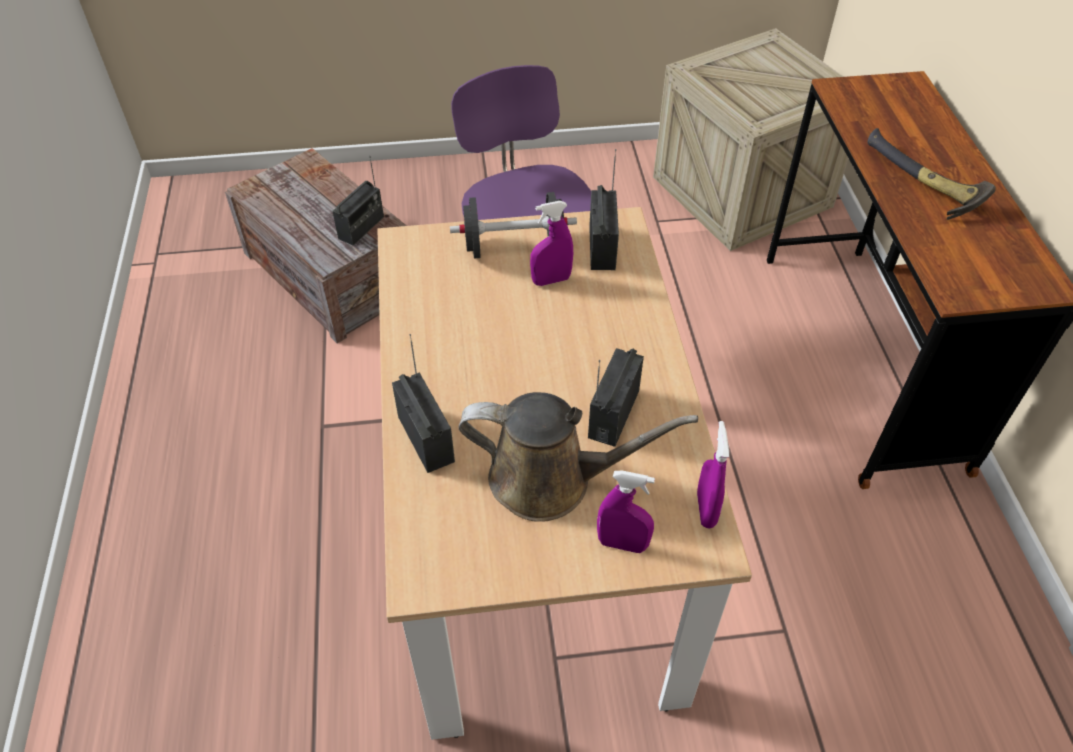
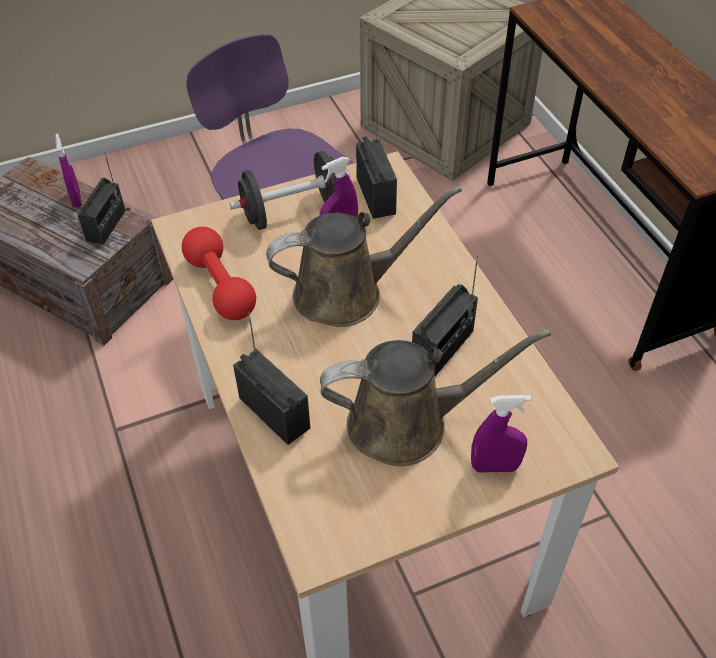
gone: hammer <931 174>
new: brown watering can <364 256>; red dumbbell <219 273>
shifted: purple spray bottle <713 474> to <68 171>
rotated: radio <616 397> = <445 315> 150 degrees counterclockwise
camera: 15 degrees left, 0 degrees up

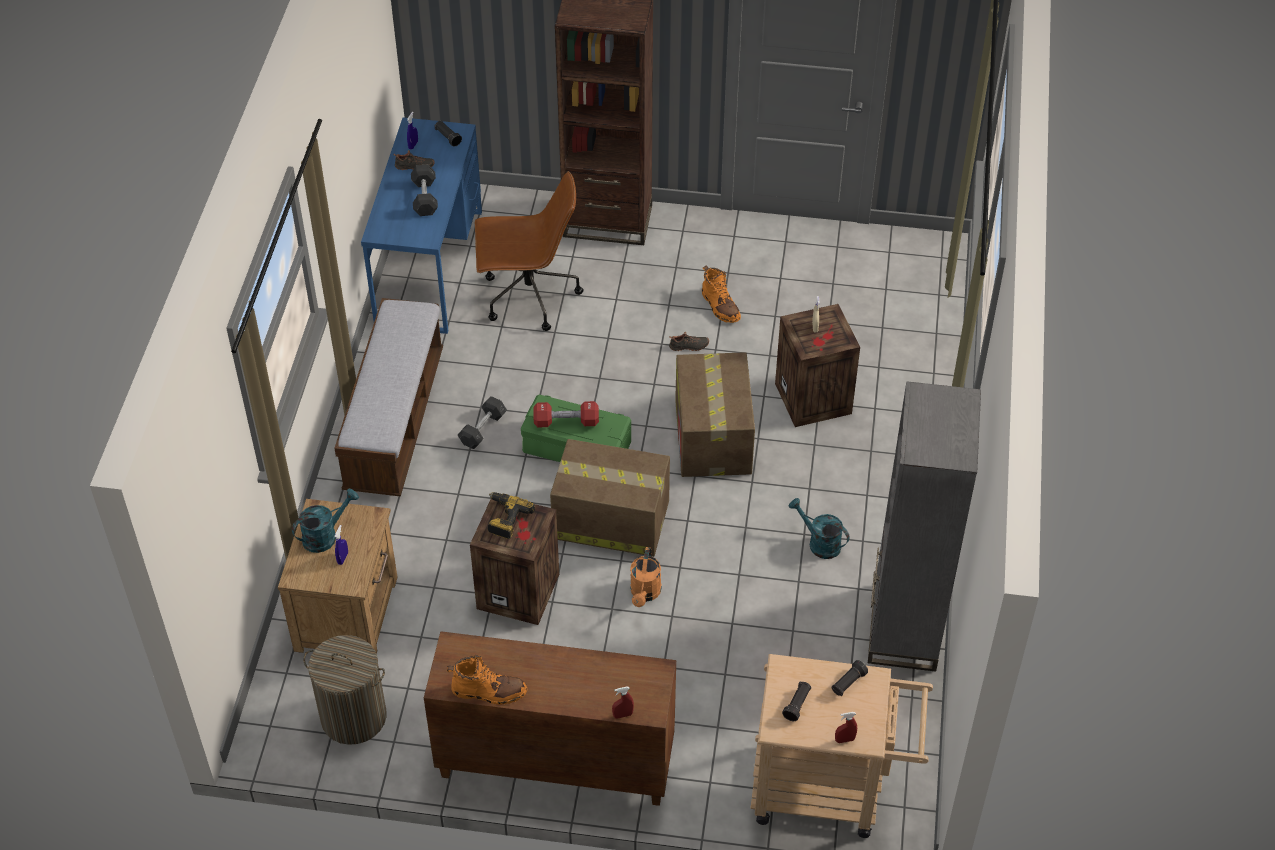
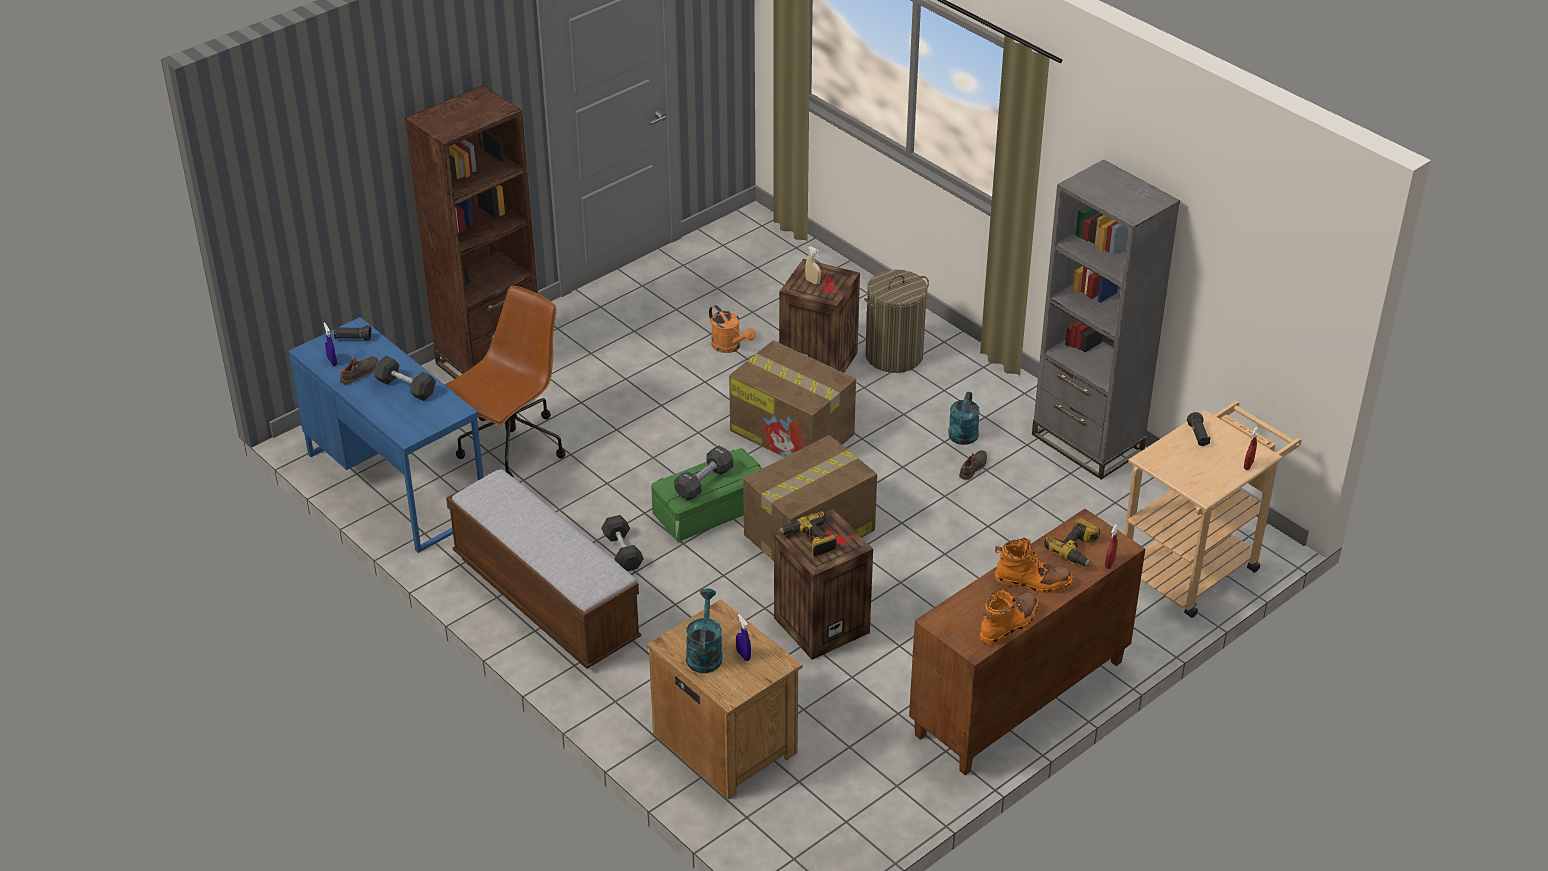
gone: black flashlight <796 701>
new: power drill <1072 542>
shifted: orange boot <721 294> to <1034 565>; black shoe <689 341> to <973 465>; orange watering can <646 577> to <732 329>; laundry basket <344 690> to <896 321>
repainted: red dumbbell <566 414> to black dumbbell <703 473>
rotated: turquoise watering can <819 528> = <964 418> 60 degrees counterclockwise
camera: 50 degrees left, 10 degrees down

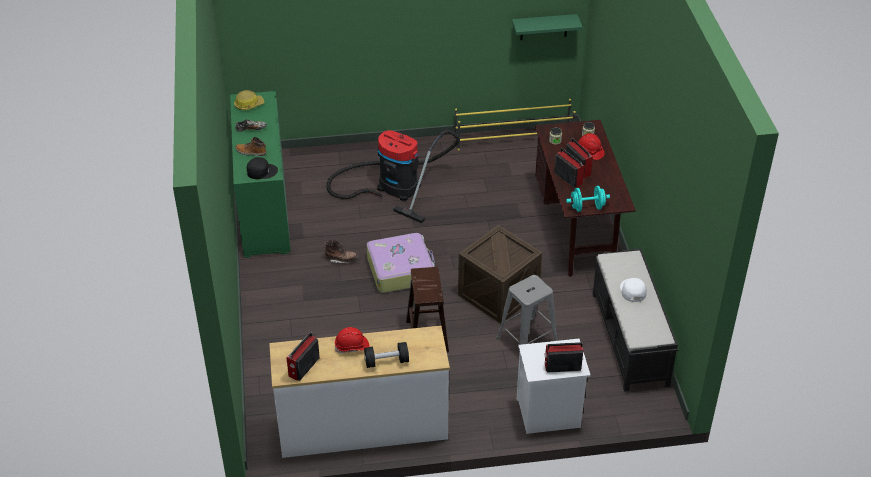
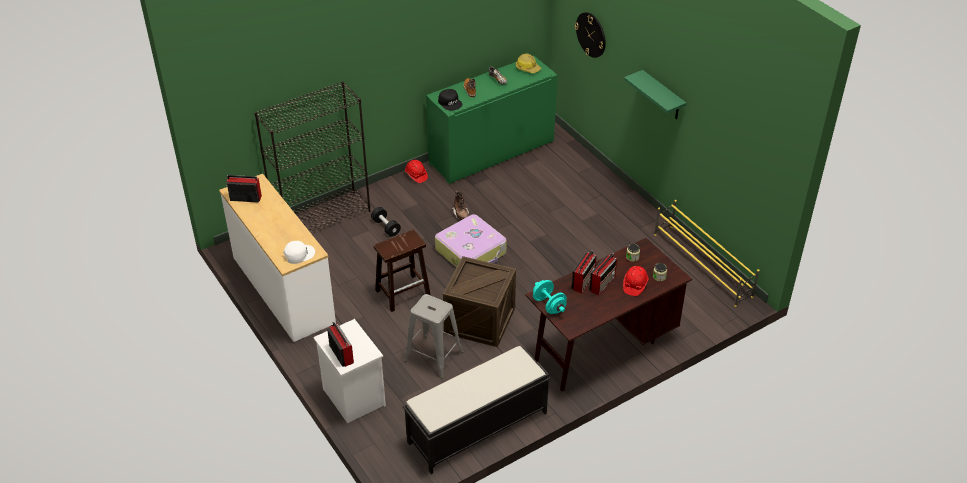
gone: vacuum cleaner <393 176>
new: wall clock <590 35>; black bookcase <313 156>
shifted: green shelf <547 27> to <655 94>; white cap <633 290> to <299 252>; red hard hat <352 340> to <416 171>; black dumbbell <386 355> to <386 222>
camera: 65 degrees right, 0 degrees up

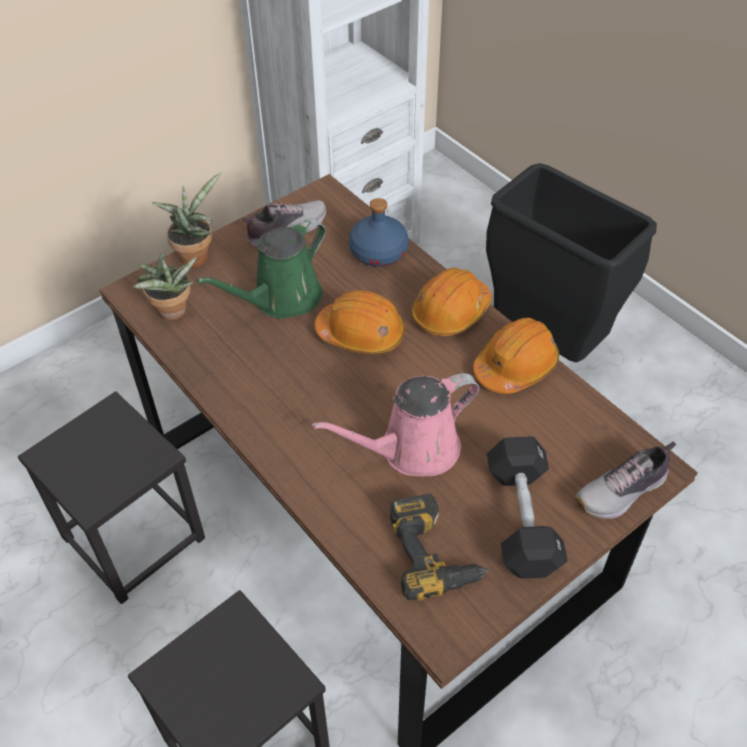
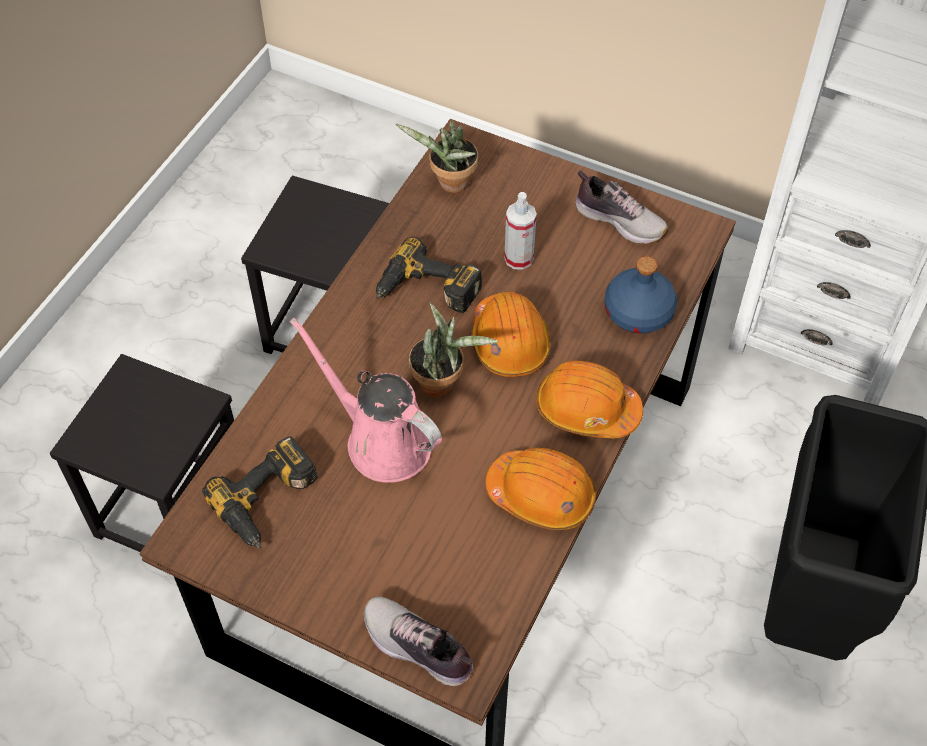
gone: black dumbbell <527 508>
new: power drill <429 274>
shifted: potted plant <187 220> to <453 350>
swapped: green watering can <261 269> to spray bottle <520 231>
camera: 65 degrees right, 5 degrees up

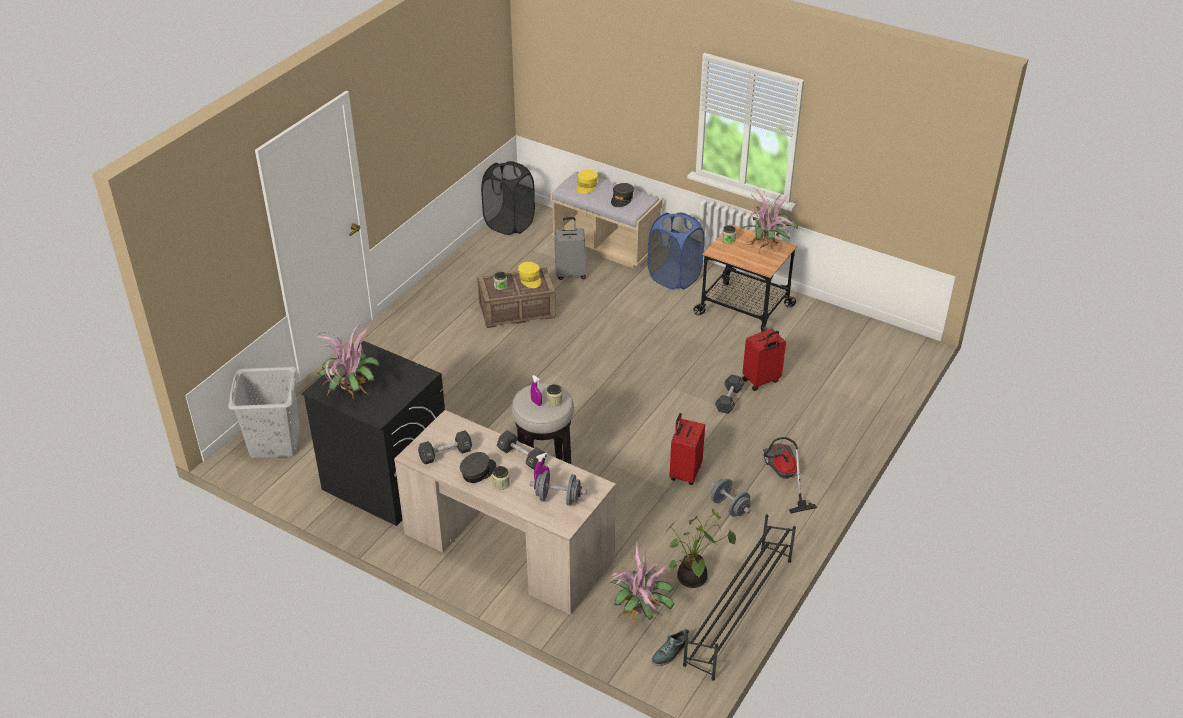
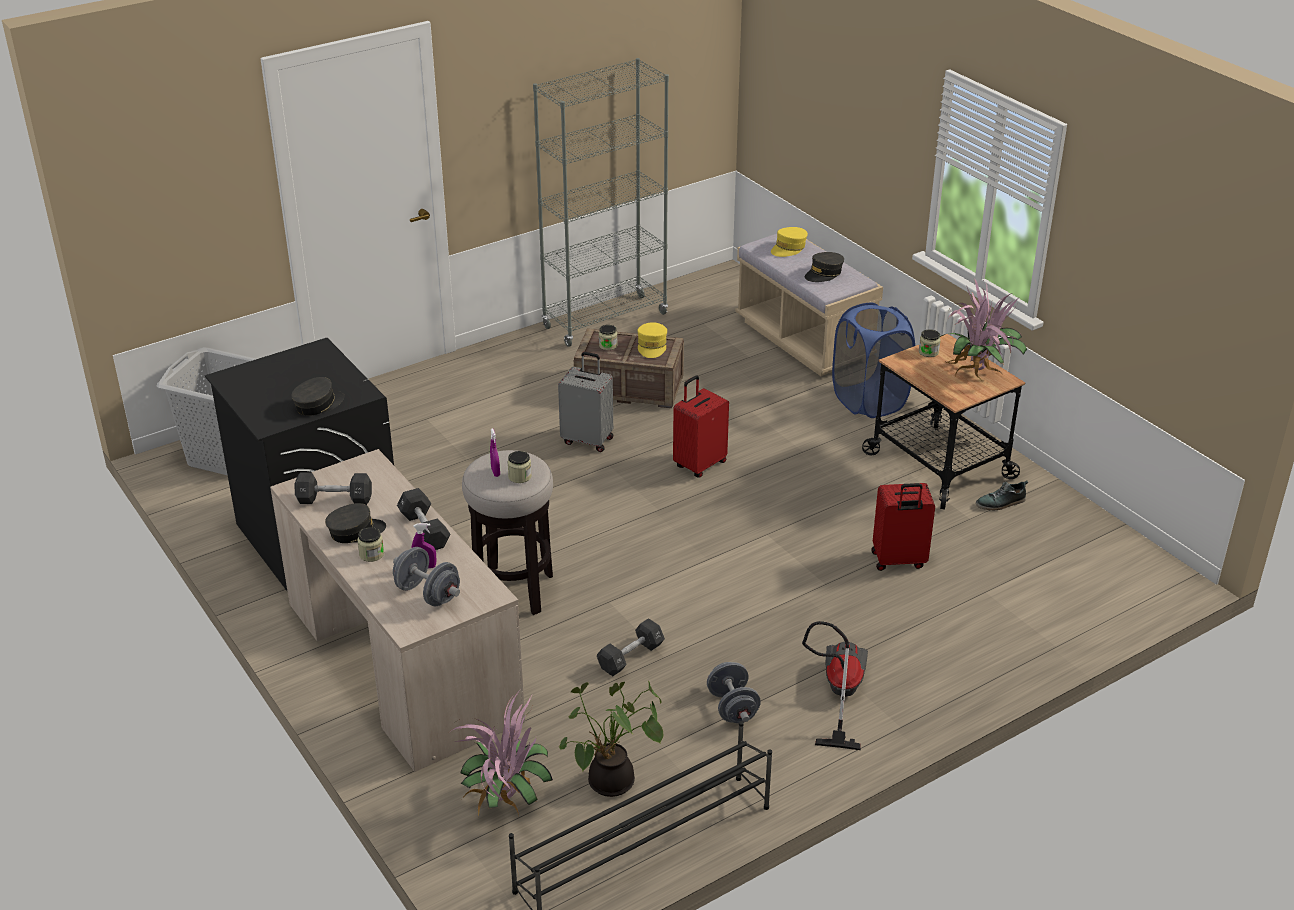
gone: black laundry basket <508 198>; potted plant <346 359>
new: grey bookcase <601 202>; grey cap <318 396>
shifted: grey suitcase <570 248> to <585 402>; black dumbbell <729 394> to <631 647>; red suitcase <687 449> to <701 427>; shoe <668 647> to <1002 495>
camera: 25 degrees right, 5 degrees down

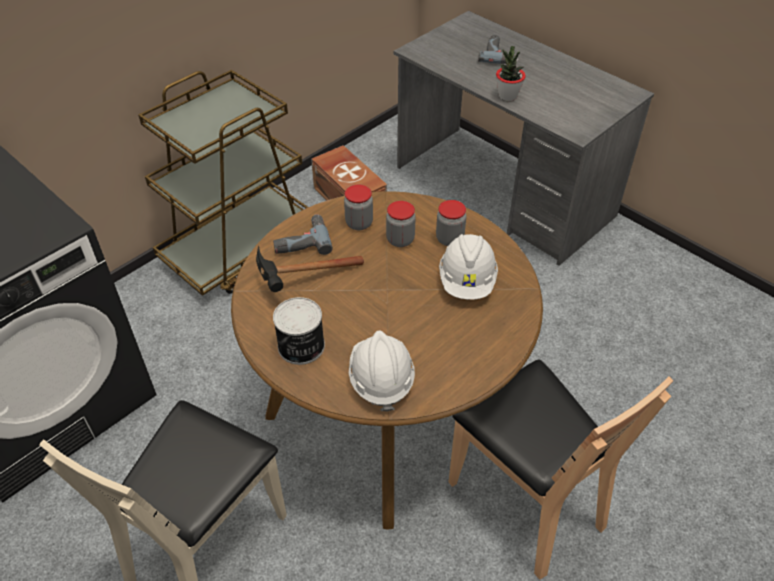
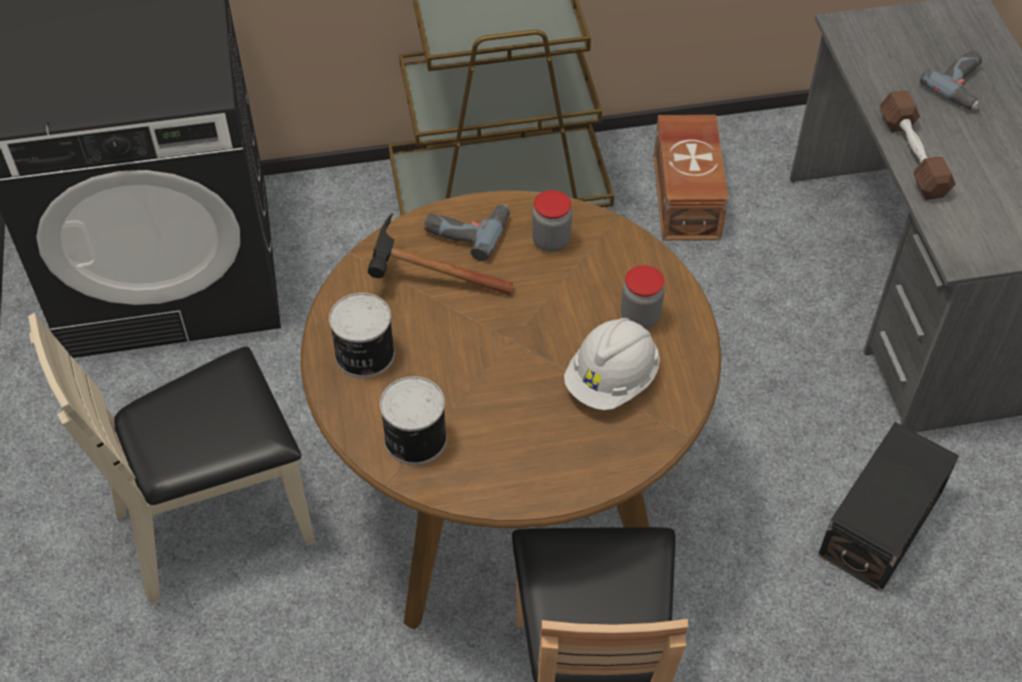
gone: jar <401 224>
new: black storage box <888 507>
swapped: potted plant <511 73> to brown dumbbell <917 145>; white hard hat <382 371> to can <413 420>
camera: 35 degrees right, 5 degrees up

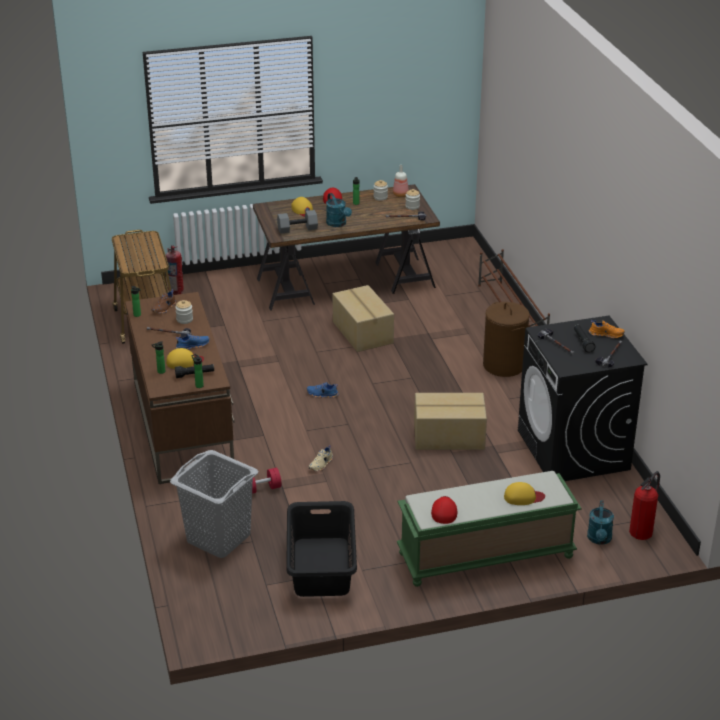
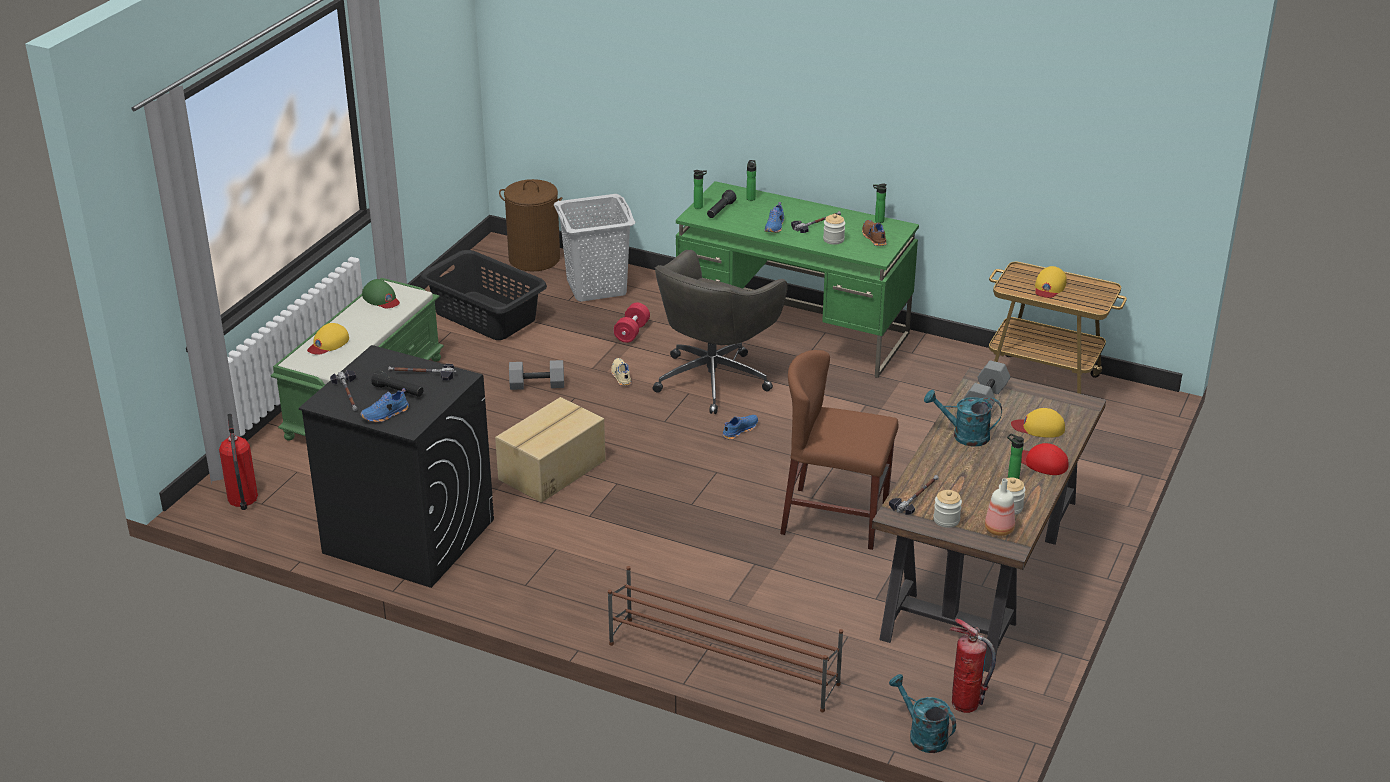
new: grey office chair <720 332>; grey dumbbell <536 375>
shifted: fire extinguisher <175 270> to <972 666>; brown laundry basket <506 339> to <530 225>; yellow cap <185 358> to <1051 282>; turquoise watering can <600 522> to <922 713>
swapped: cardboard box <363 318> to brown chair <839 450>
repainted: brown desk <179 388> to green desk <797 279>; orange shoe <607 329> to blue shoe <384 405>; red cap <444 510> to green cap <381 293>
camera: 130 degrees right, 0 degrees up

